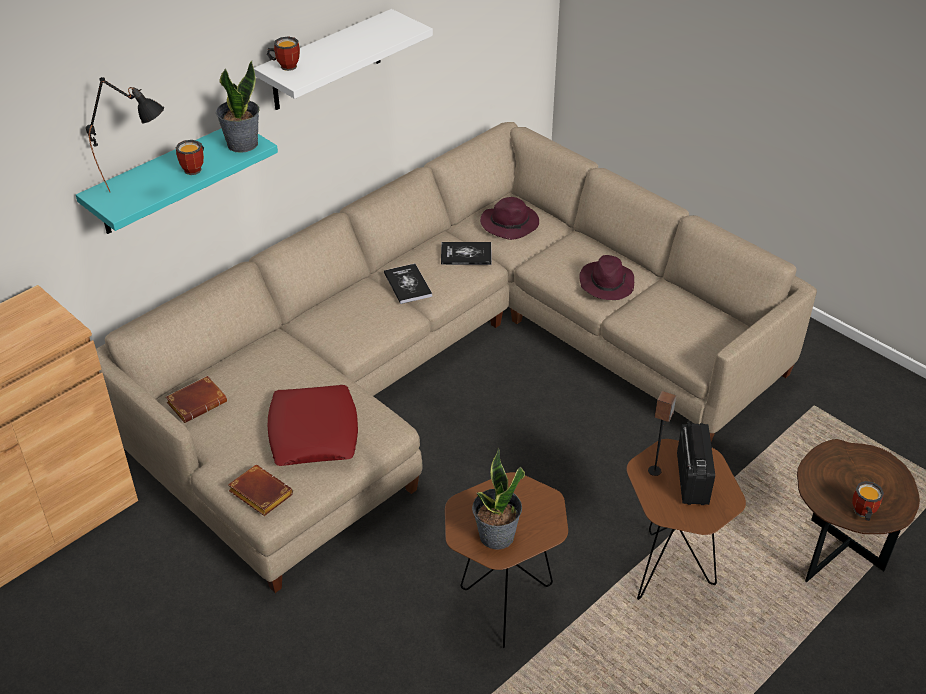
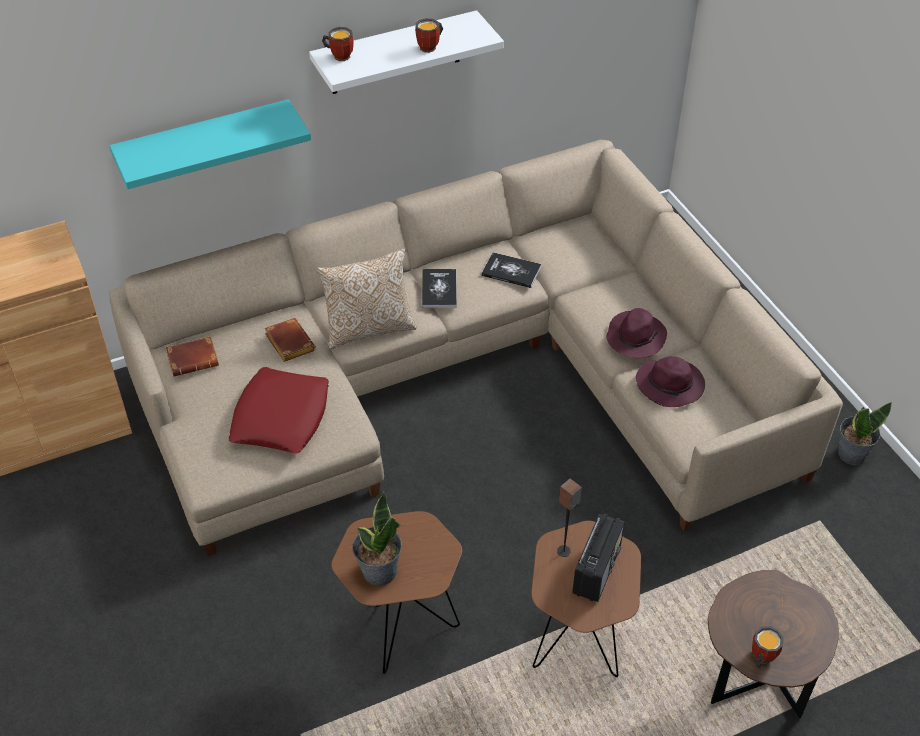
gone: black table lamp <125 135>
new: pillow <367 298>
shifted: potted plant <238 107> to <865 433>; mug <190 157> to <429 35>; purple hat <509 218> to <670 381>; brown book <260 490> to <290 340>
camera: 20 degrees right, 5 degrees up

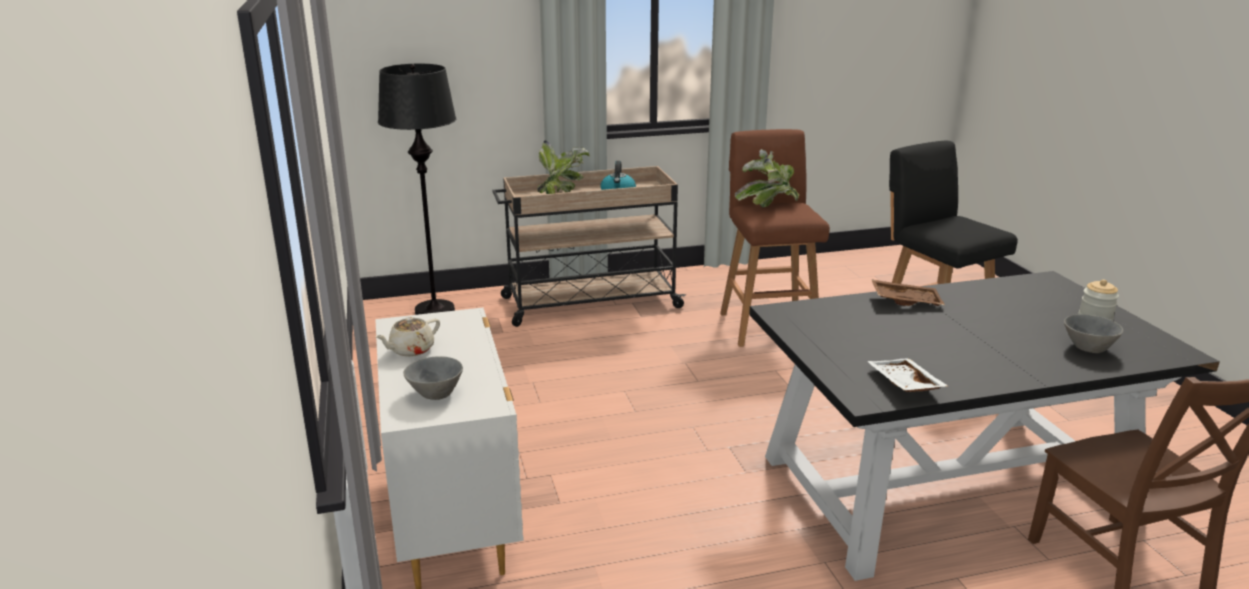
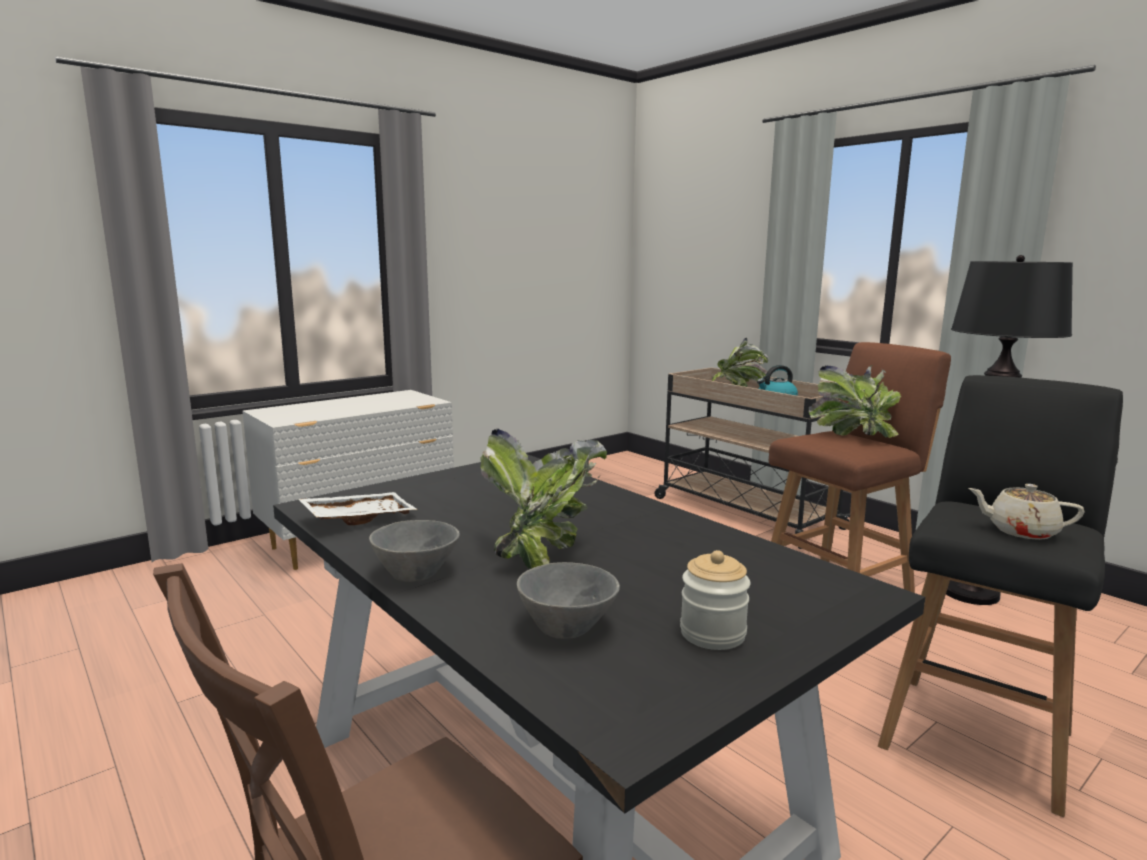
gone: brown tray <908 292>
new: potted plant <543 499>
shifted: black floor lamp <417 189> to <1009 430>; beige teapot <407 337> to <1026 512>; grey bowl <433 378> to <414 551>
camera: 65 degrees right, 10 degrees down

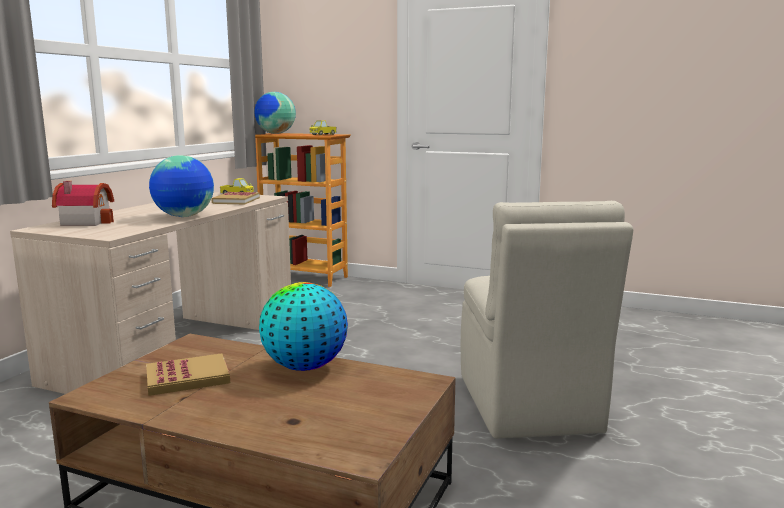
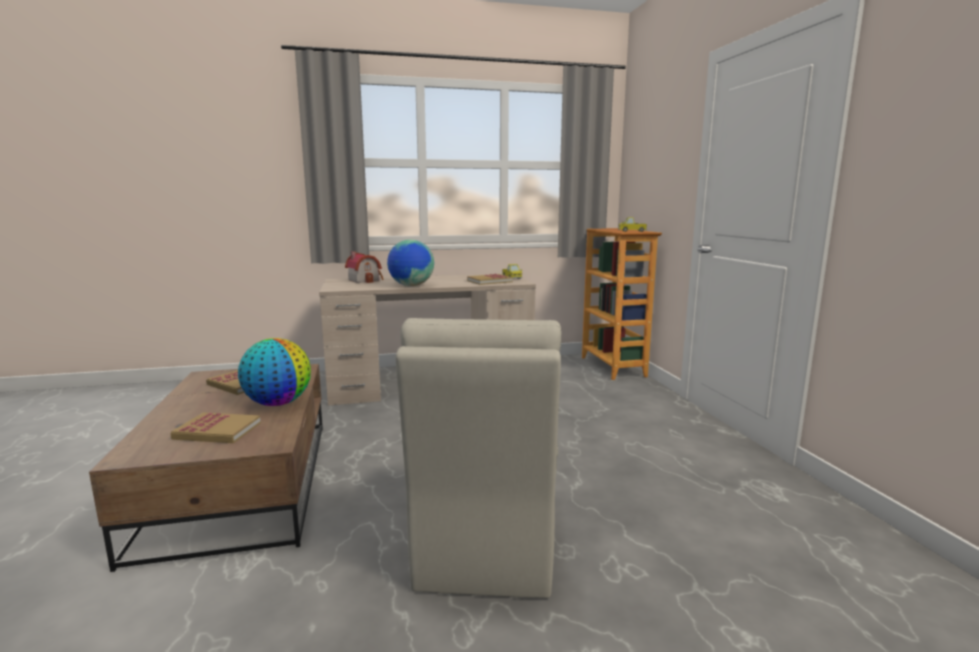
gone: globe <275 113>
new: book <216 428>
rotated: beige chair <547 320> = <479 458> 45 degrees counterclockwise
camera: 55 degrees right, 0 degrees up

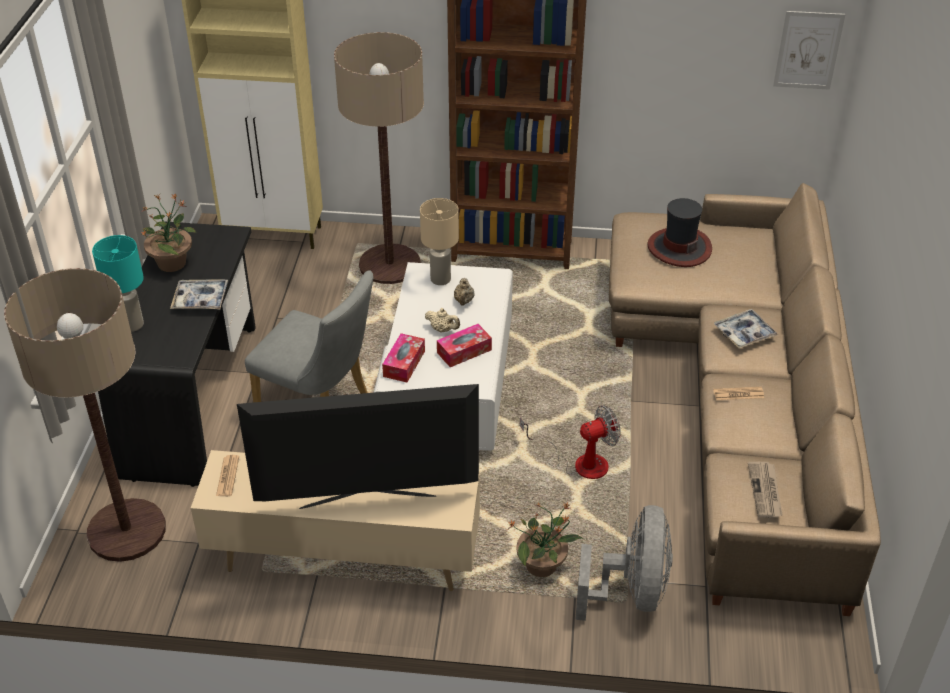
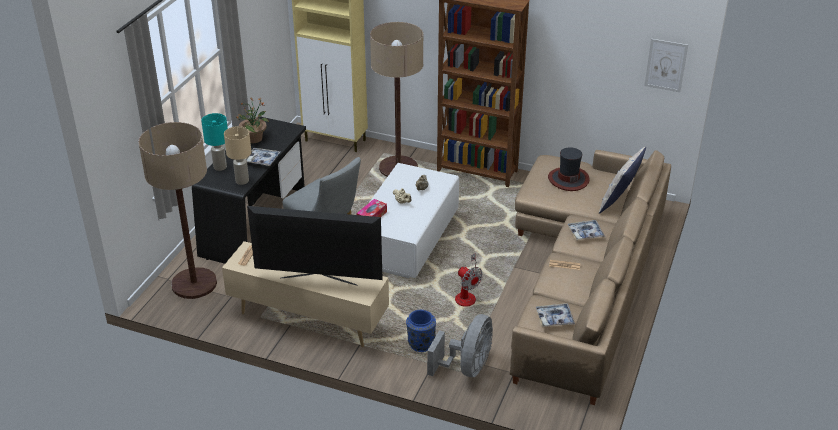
gone: tissue box <464 345>
new: pillow <622 180>
shifted: beige table lamp <439 241> to <237 155>
swapped: newspaper <765 490> to tray <555 315>; potted plant <545 539> to blue vase <421 331>
rotated: fan <570 442> = <469 280> 60 degrees clockwise
camera: 15 degrees right, 5 degrees down

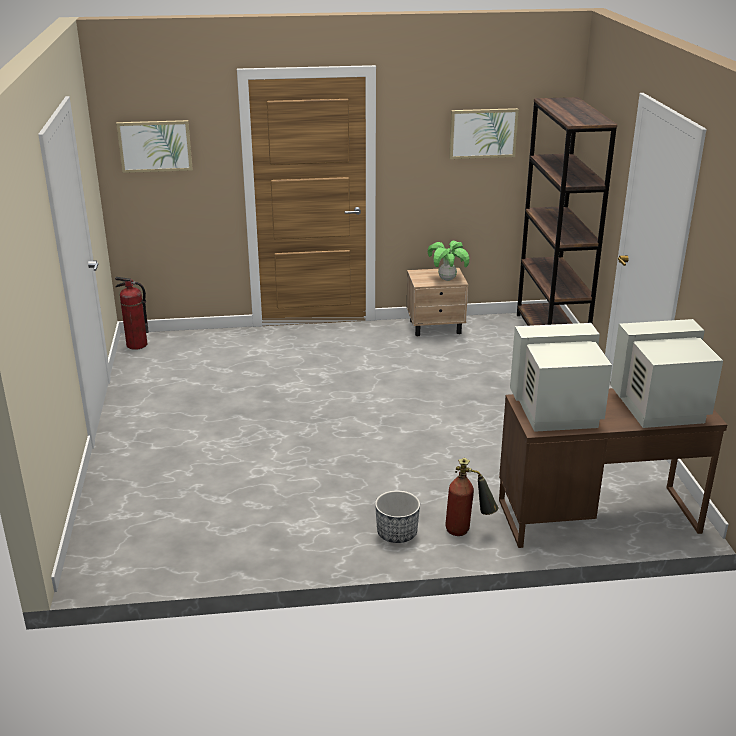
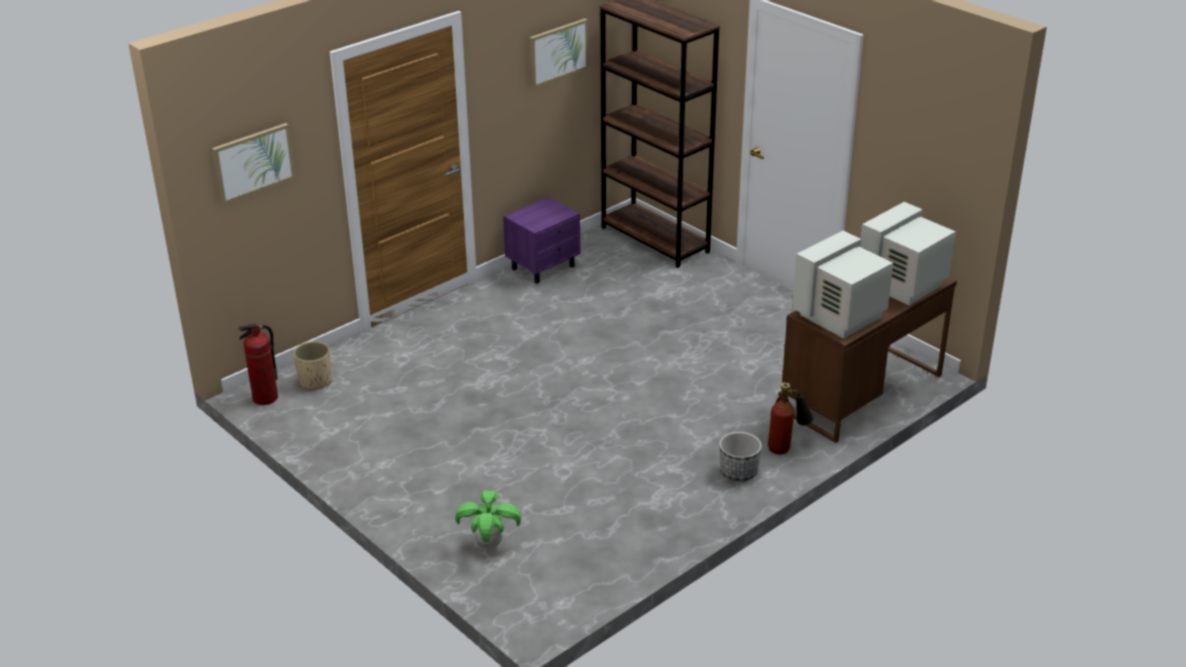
new: beige planter <312 366>
shifted: potted plant <448 260> to <488 519>
repainted: beige nightstand <437 302> to purple nightstand <542 240>
camera: 35 degrees left, 5 degrees up

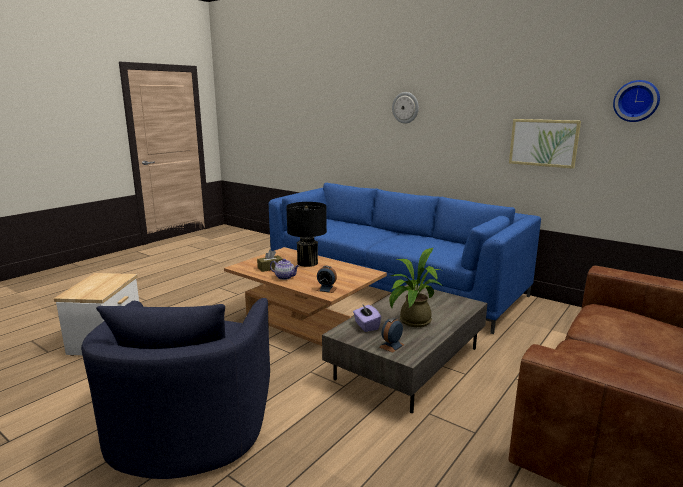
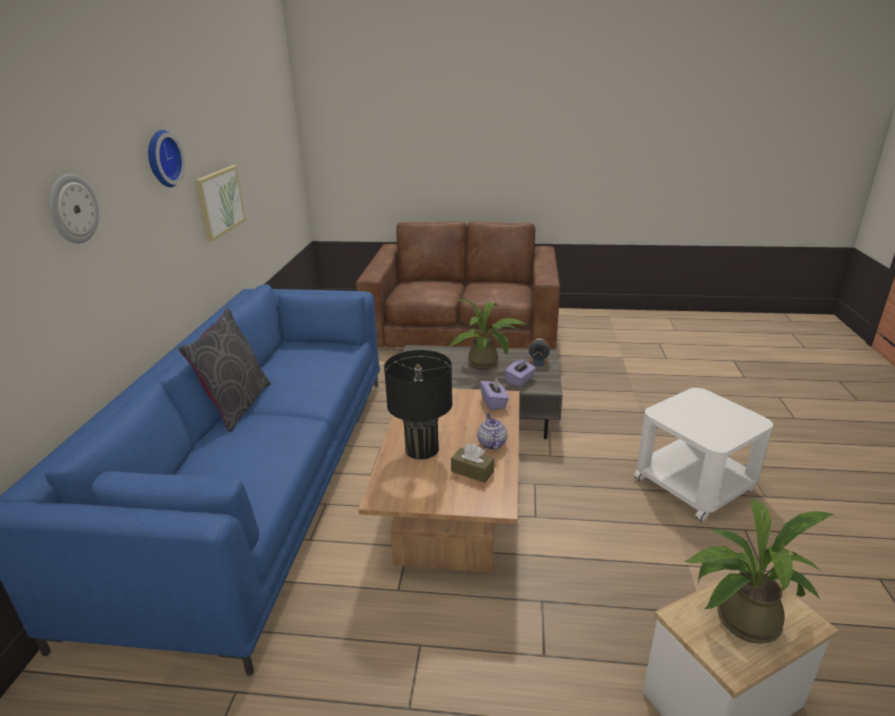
new: grey pillow <224 370>; potted plant <759 571>
shifted: wall clock <636 101> to <166 158>
swapped: alarm clock <327 279> to purple tissue box <494 393>; blue armchair <175 388> to white side table <703 455>
camera: 120 degrees left, 10 degrees up

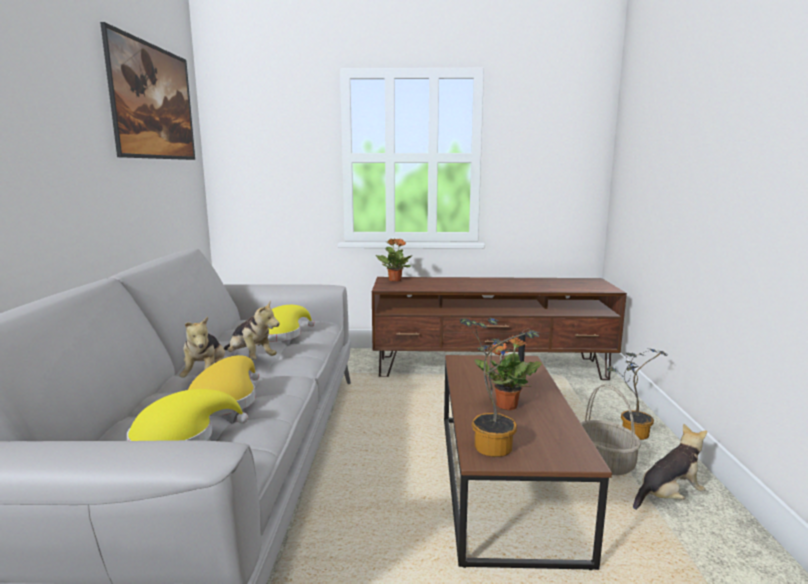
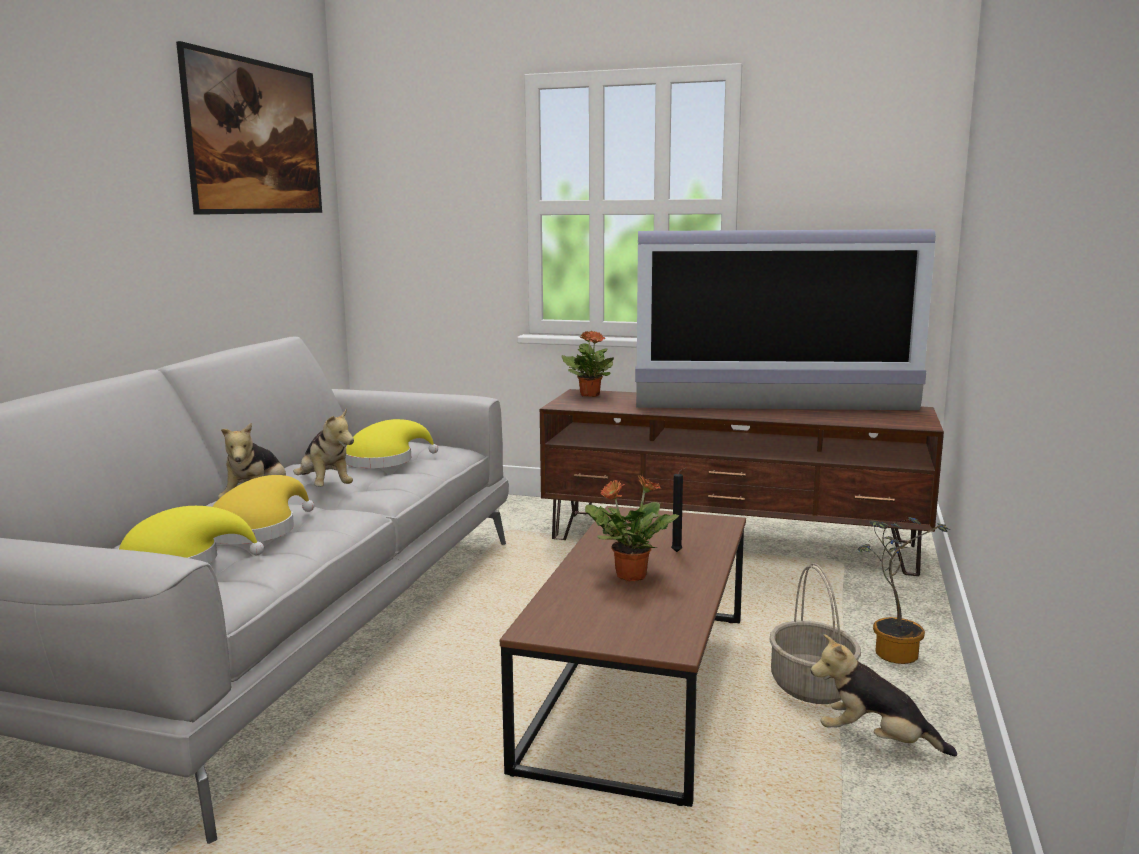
gone: potted plant <499 387>
new: television <785 319>
rotated: plush toy <670 466> = <884 695> 150 degrees counterclockwise
camera: 15 degrees right, 0 degrees up

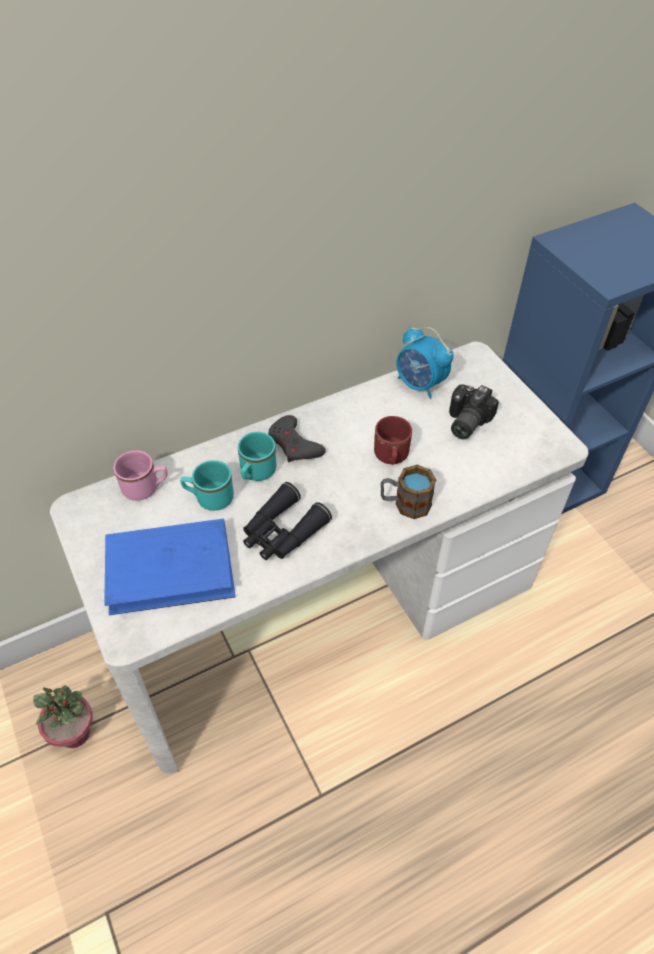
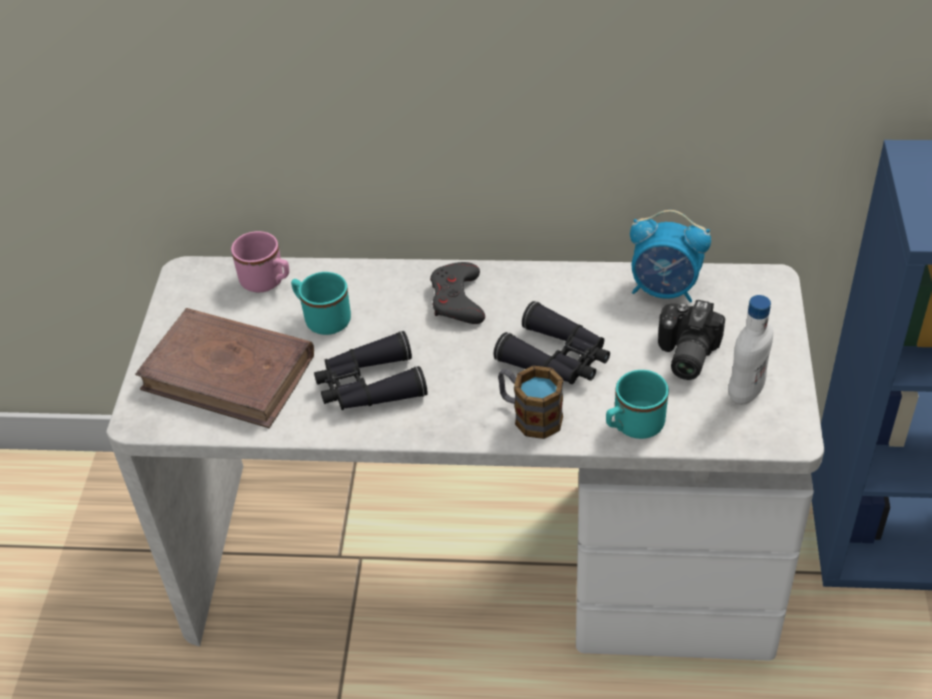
gone: potted plant <63 716>
new: white bottle <750 350>
shifted: turquoise mug <257 456> to <637 404>
swapped: red mug <393 440> to black binoculars <551 342>
repainted: blue book <170 567> to brown book <224 368>
rotated: alarm clock <425 363> = <670 256> 60 degrees counterclockwise; photo camera <474 411> = <691 340> 45 degrees counterclockwise
camera: 35 degrees right, 5 degrees down

